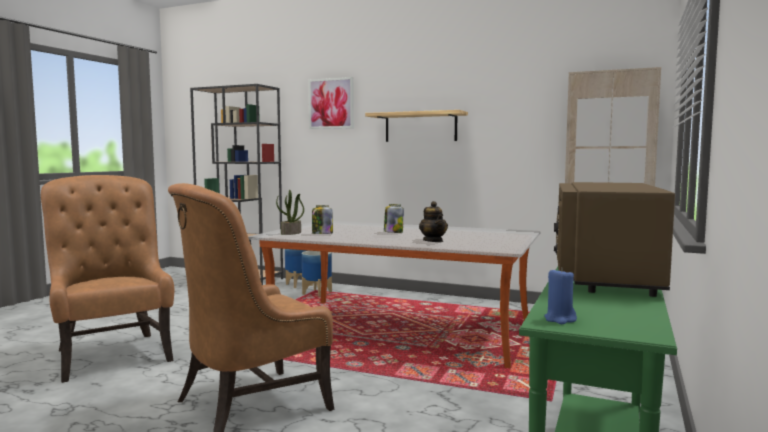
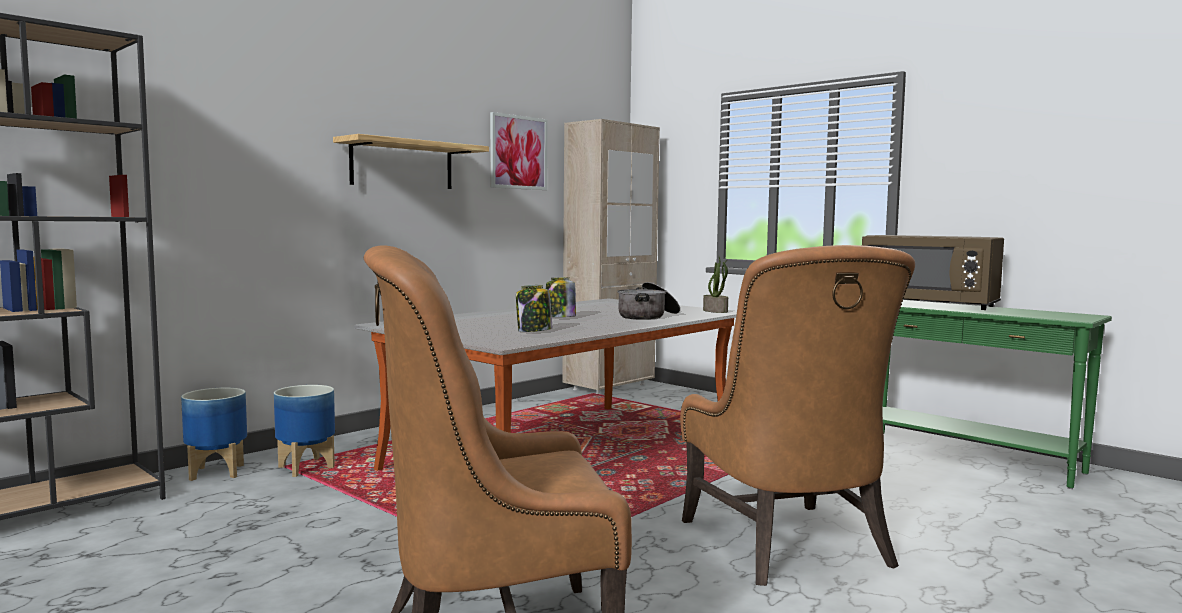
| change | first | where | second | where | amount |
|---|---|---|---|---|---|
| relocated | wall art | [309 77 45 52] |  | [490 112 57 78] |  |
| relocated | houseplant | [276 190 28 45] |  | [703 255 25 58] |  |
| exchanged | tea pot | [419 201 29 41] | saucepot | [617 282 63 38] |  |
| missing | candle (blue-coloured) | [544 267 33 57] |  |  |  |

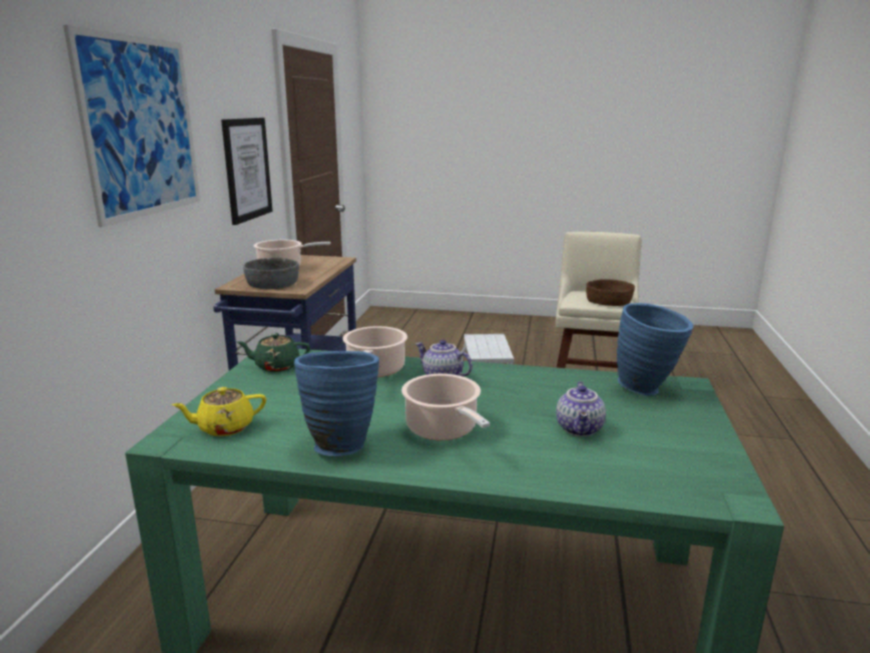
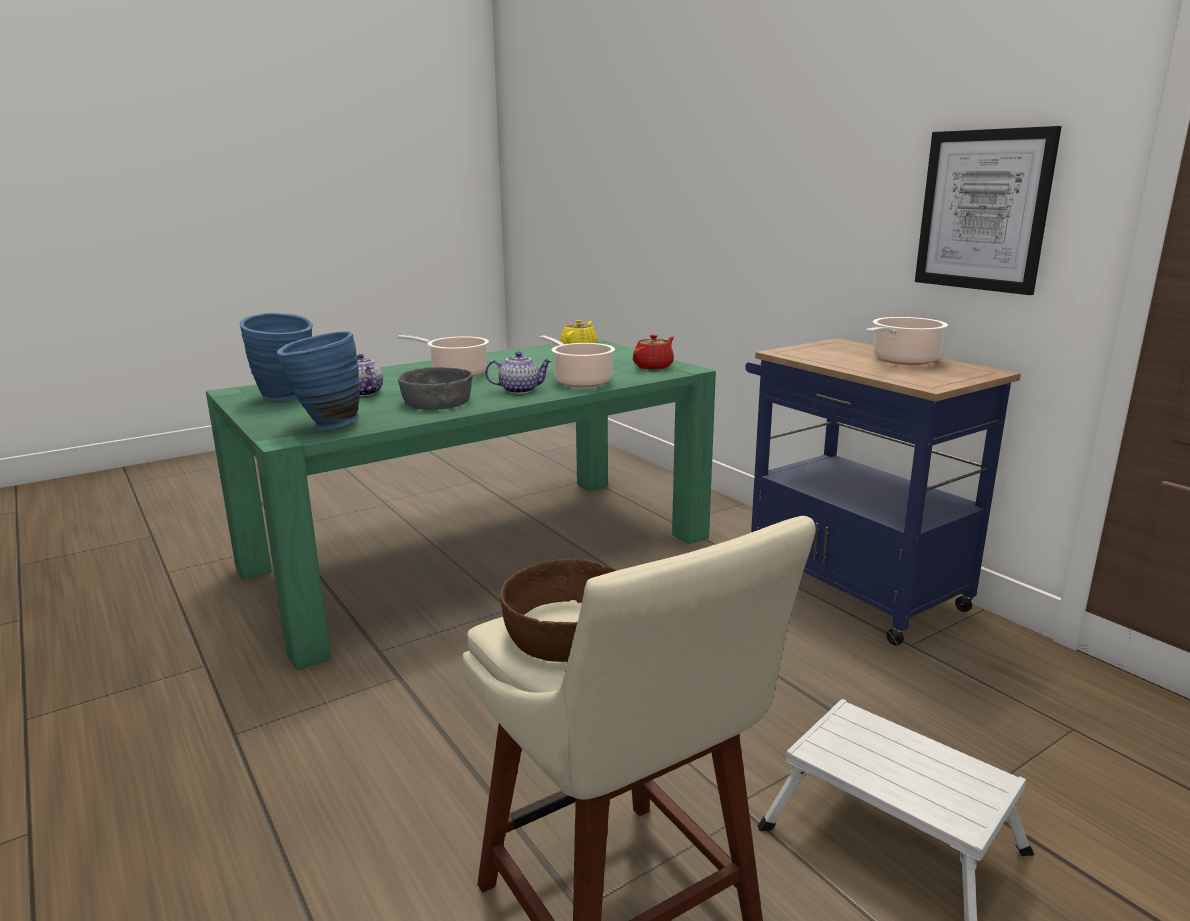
| change | first | where | second | where | amount |
|---|---|---|---|---|---|
| missing | wall art | [63 25 137 202] |  |  |  |
| relocated | serving bowl (grey) | [243 258 56 31] |  | [398 367 74 43] |  |
| colour | tea pot (green) | [237 333 73 39] | tea pot (red) | [633 335 41 35] |  |
| relocated | flower vase (blue-coloured) | [294 351 85 105] |  | [239 313 74 88] |  |

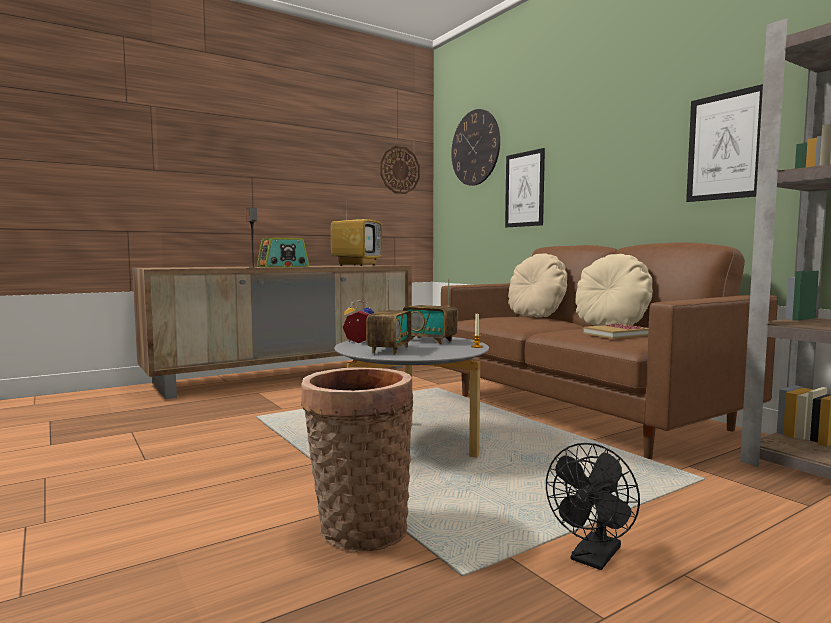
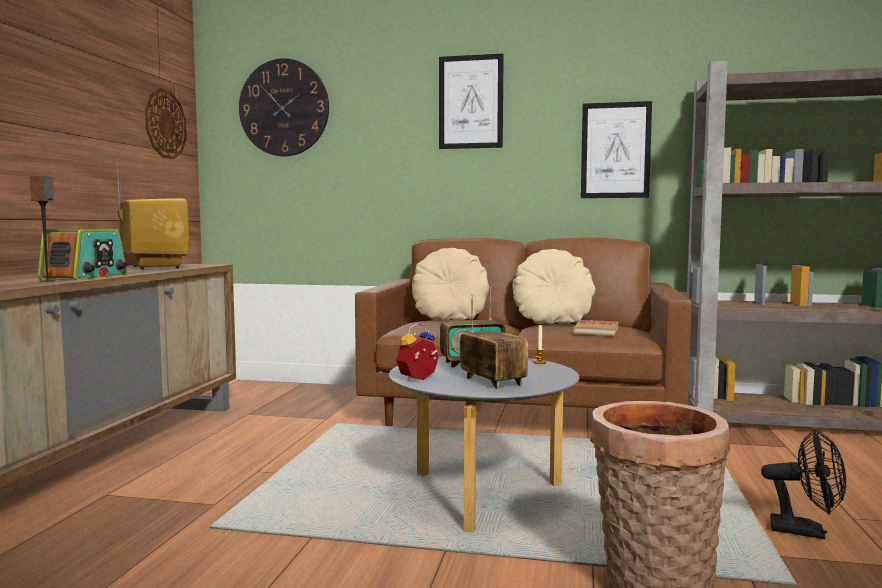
| change | first | where | second | where | amount |
|---|---|---|---|---|---|
| relocated | wall art | [505 148 40 79] |  | [439 54 65 95] |  |
| spun | electric fan (blackish) | [546 443 94 127] |  | [761 429 85 110] | 60 degrees counterclockwise |

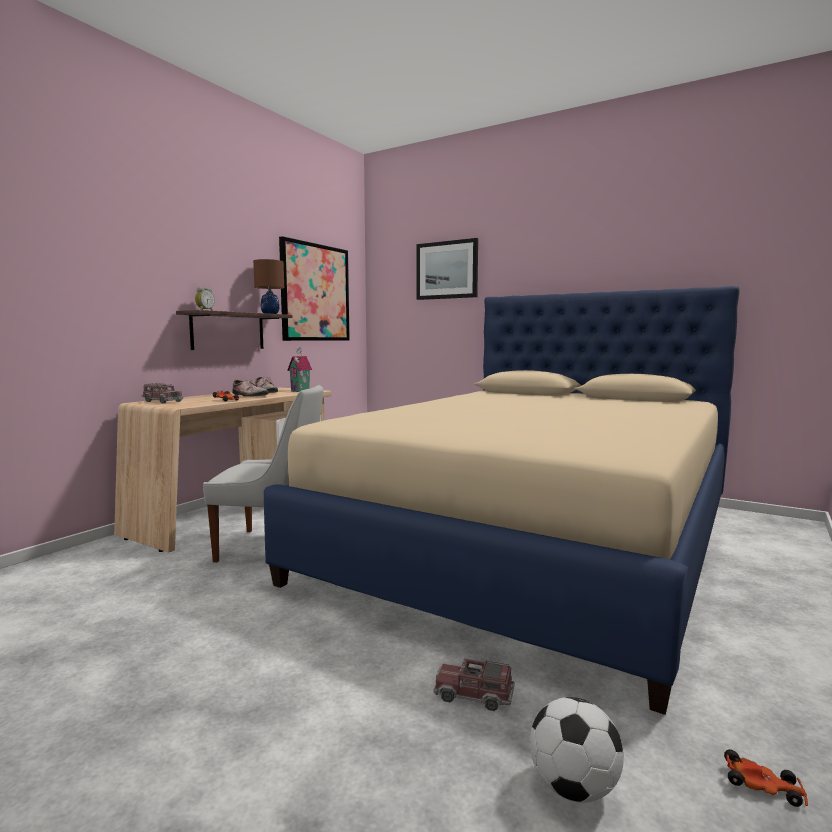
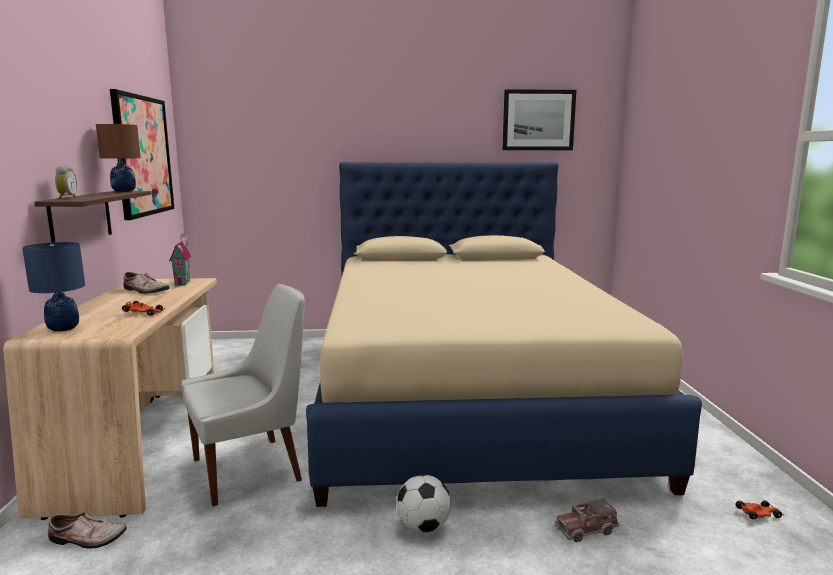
| change | first | where | second | where | amount |
|---|---|---|---|---|---|
| relocated | wall art | [416 238 62 62] |  | [503 89 73 61] |  |
| relocated | shoe | [232 380 37 17] |  | [48 512 79 37] |  |
| exchanged | toy truck | [141 383 42 20] | lamp for a table (blue-coloured) | [22 242 63 89] |  |
| relocated | ball for football | [530 697 94 106] |  | [396 475 55 58] |  |

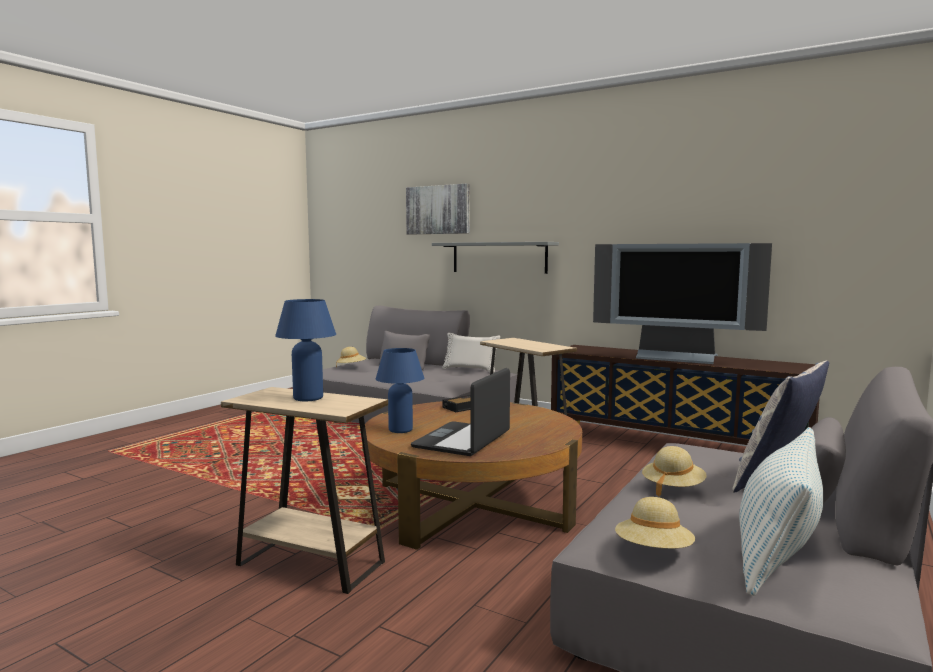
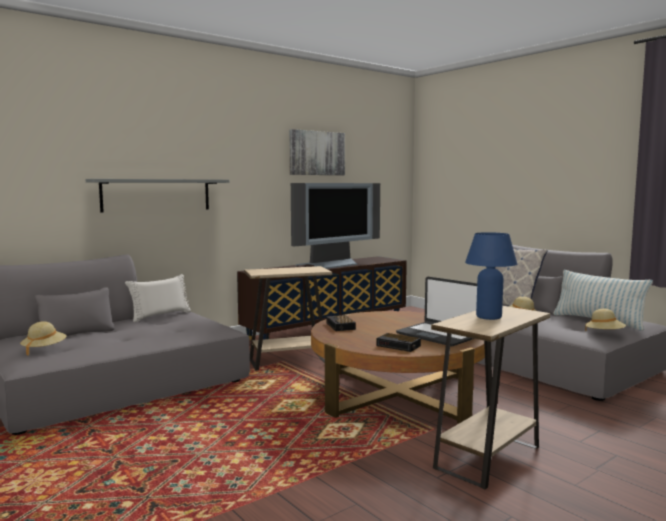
| change | first | where | second | where | amount |
|---|---|---|---|---|---|
| relocated | wall art | [406 184 64 51] |  | [289 129 56 46] |  |
| exchanged | lamp for a table (blue-coloured) | [376 348 48 85] | bedside clock | [376 333 45 19] |  |

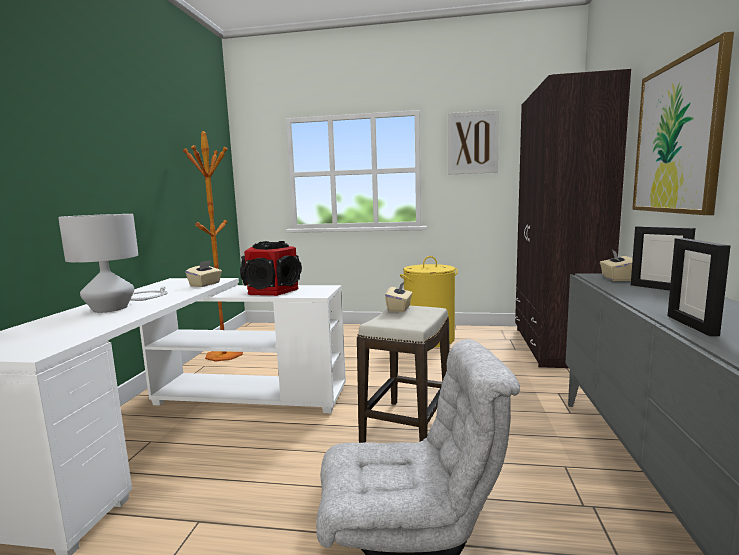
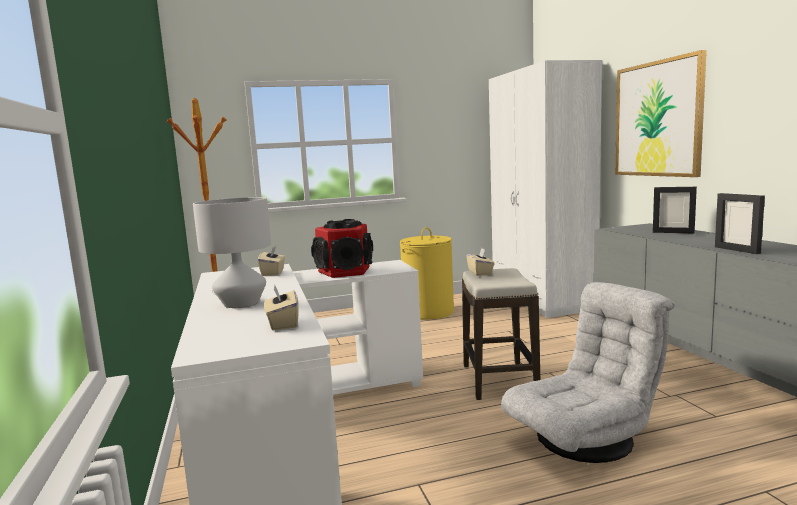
| change | first | where | second | where | amount |
|---|---|---|---|---|---|
| colour | wardrobe (brown) | [515 69 117 299] | wardrobe (whitish) | [489 60 113 258] |  |
| missing | wall art | [448 110 51 65] |  |  |  |
| relocated | tissue holder (beige) | [600 250 33 31] |  | [264 284 35 47] |  |

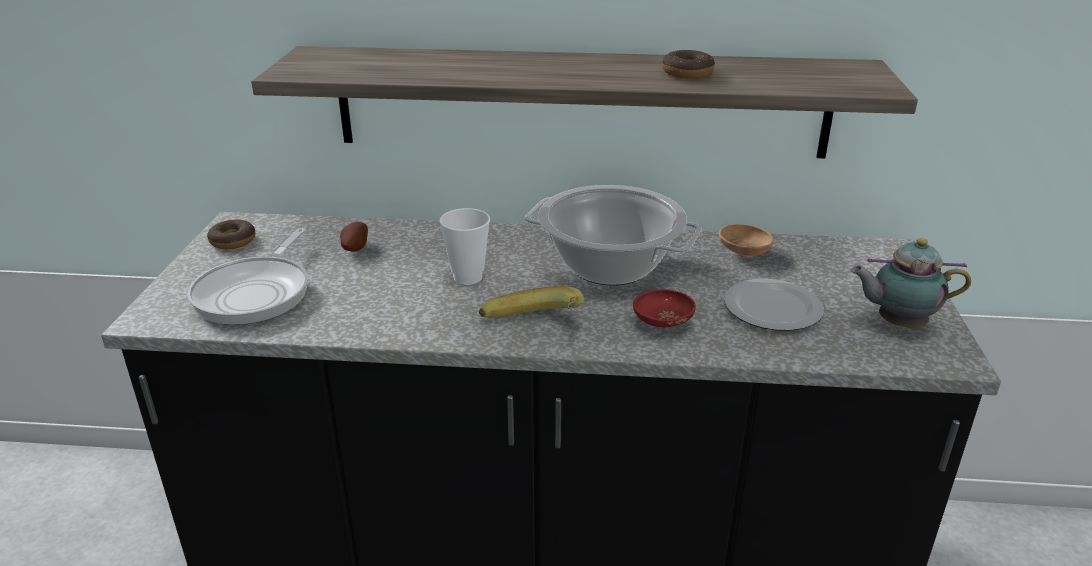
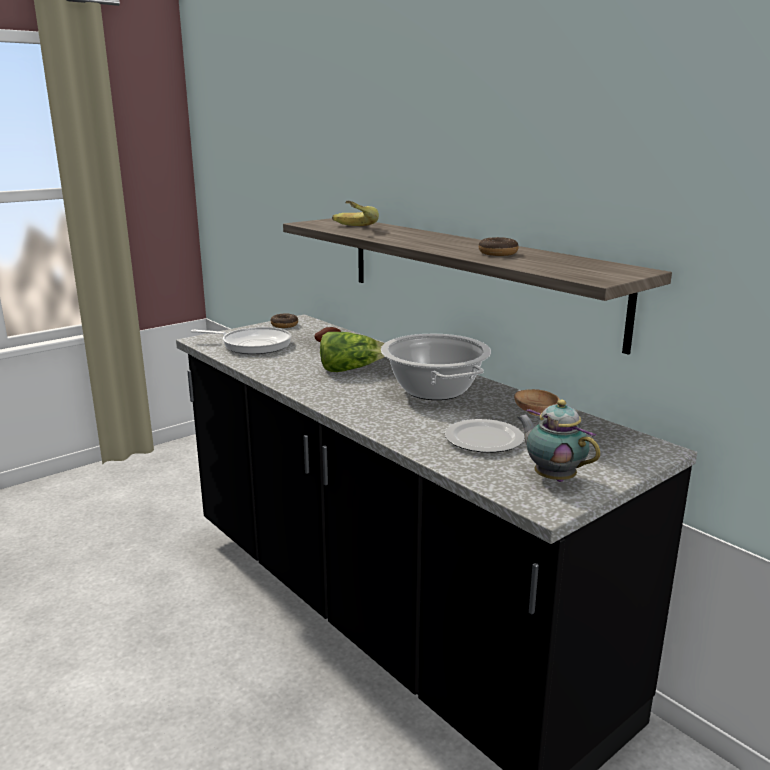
| change | first | where | second | where | amount |
|---|---|---|---|---|---|
| exchanged | small cup | [439 208 51 77] | lettuce | [320 332 65 40] |  |
| spun | pan | [188 228 120 97] |  | [191 327 100 27] | 135 degrees counterclockwise |
| relocated | banana fruit | [479 286 105 31] |  | [332 201 47 25] |  |
| missing | serving bowl (red) | [633 289 63 38] |  |  |  |

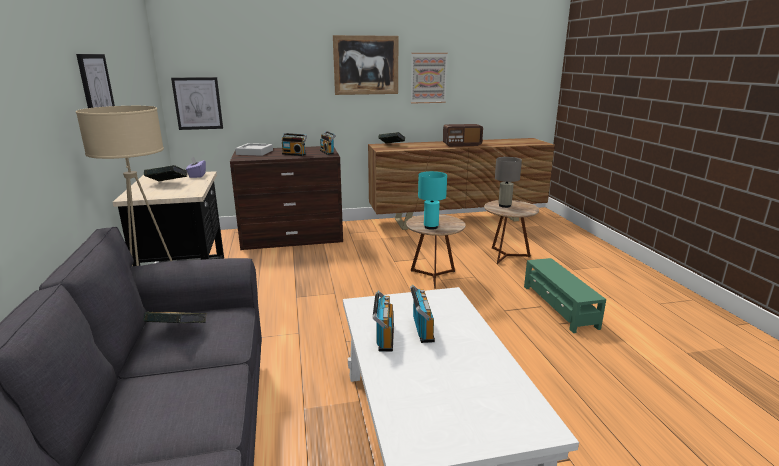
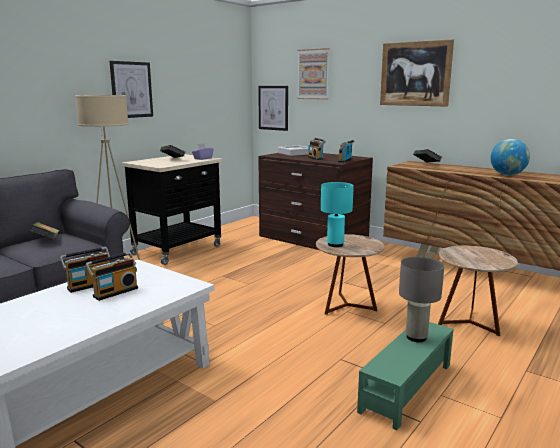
| change | first | where | second | where | amount |
|---|---|---|---|---|---|
| relocated | wall art | [411 53 37 51] |  | [297 48 33 52] |  |
| exchanged | radio set | [443 124 40 23] | world globe | [490 139 40 36] |  |
| relocated | lamp for a table (grey) | [495 157 27 51] |  | [399 257 45 85] |  |

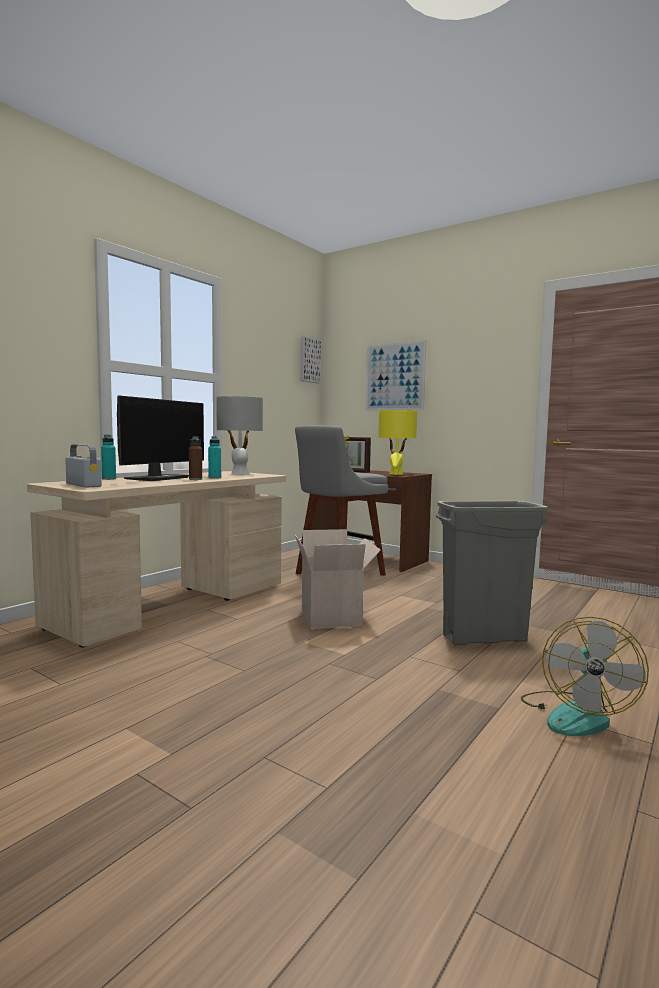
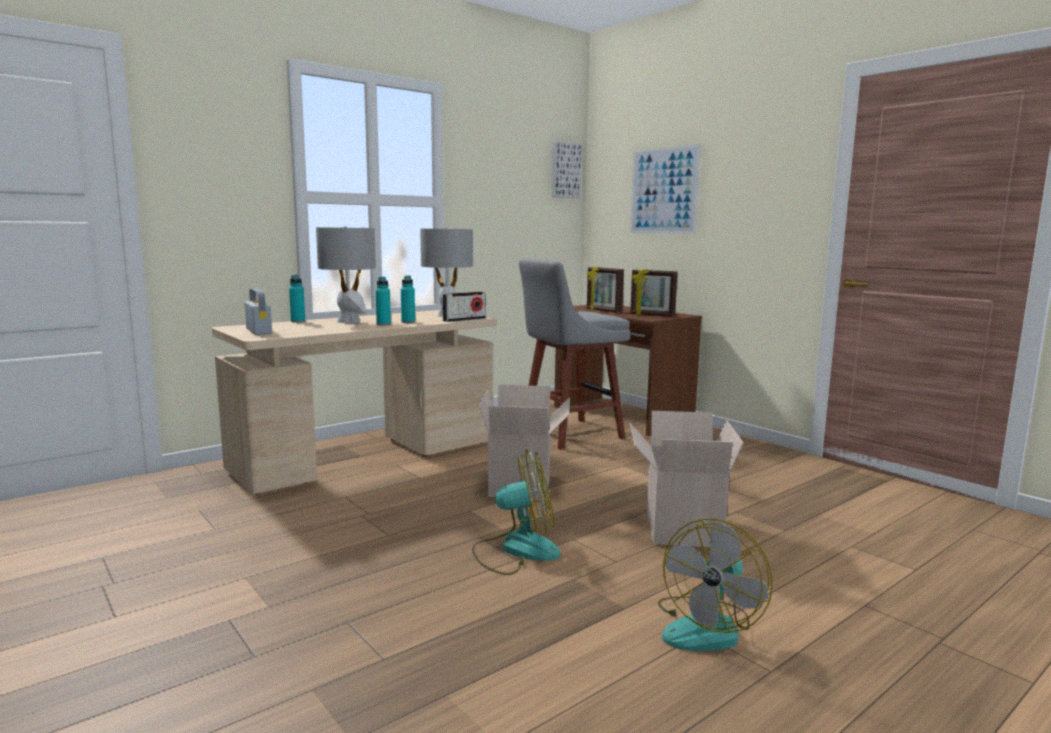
| change | first | where | second | where | amount |
|---|---|---|---|---|---|
| exchanged | computer screen | [117 395 87 86] | lamp for a table (grey) | [316 227 60 96] |  |
| exchanged | lamp for a table (yellowish) | [378 410 39 65] | picture frame | [630 269 47 48] |  |
| colour | beverage bottle (brown) | [189 436 13 44] | beverage bottle (turquoise) | [376 277 15 48] |  |
| exchanged | rubbish bin (grey) | [436 501 112 144] | carton | [630 411 114 136] |  |
| appeared |  |  | radio set | [442 292 44 30] |  |
| appeared |  |  | electric fan | [472 450 89 125] |  |

